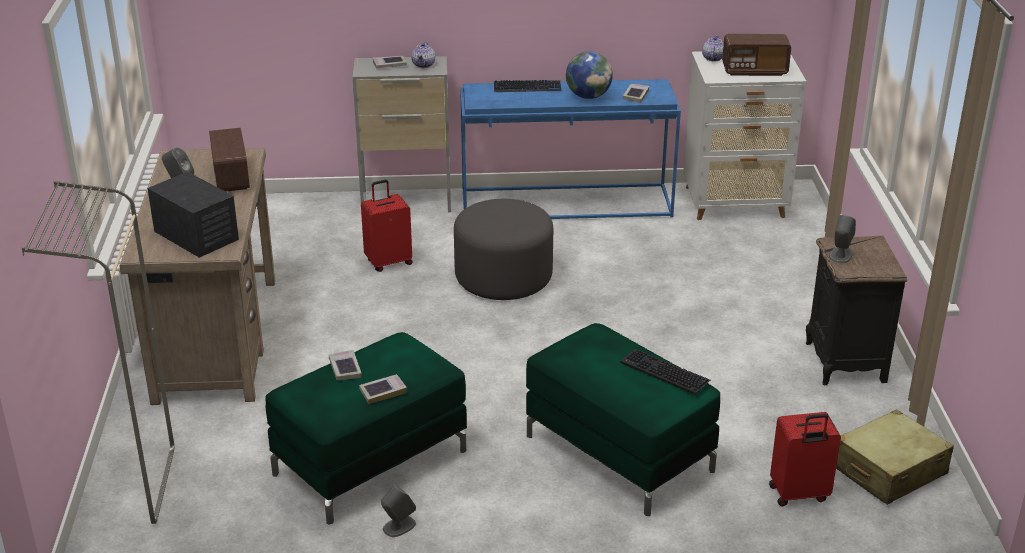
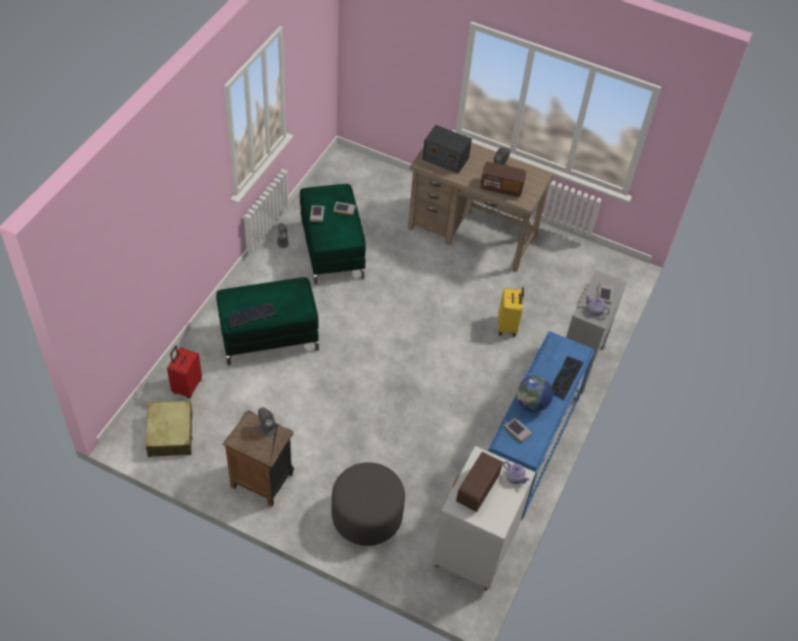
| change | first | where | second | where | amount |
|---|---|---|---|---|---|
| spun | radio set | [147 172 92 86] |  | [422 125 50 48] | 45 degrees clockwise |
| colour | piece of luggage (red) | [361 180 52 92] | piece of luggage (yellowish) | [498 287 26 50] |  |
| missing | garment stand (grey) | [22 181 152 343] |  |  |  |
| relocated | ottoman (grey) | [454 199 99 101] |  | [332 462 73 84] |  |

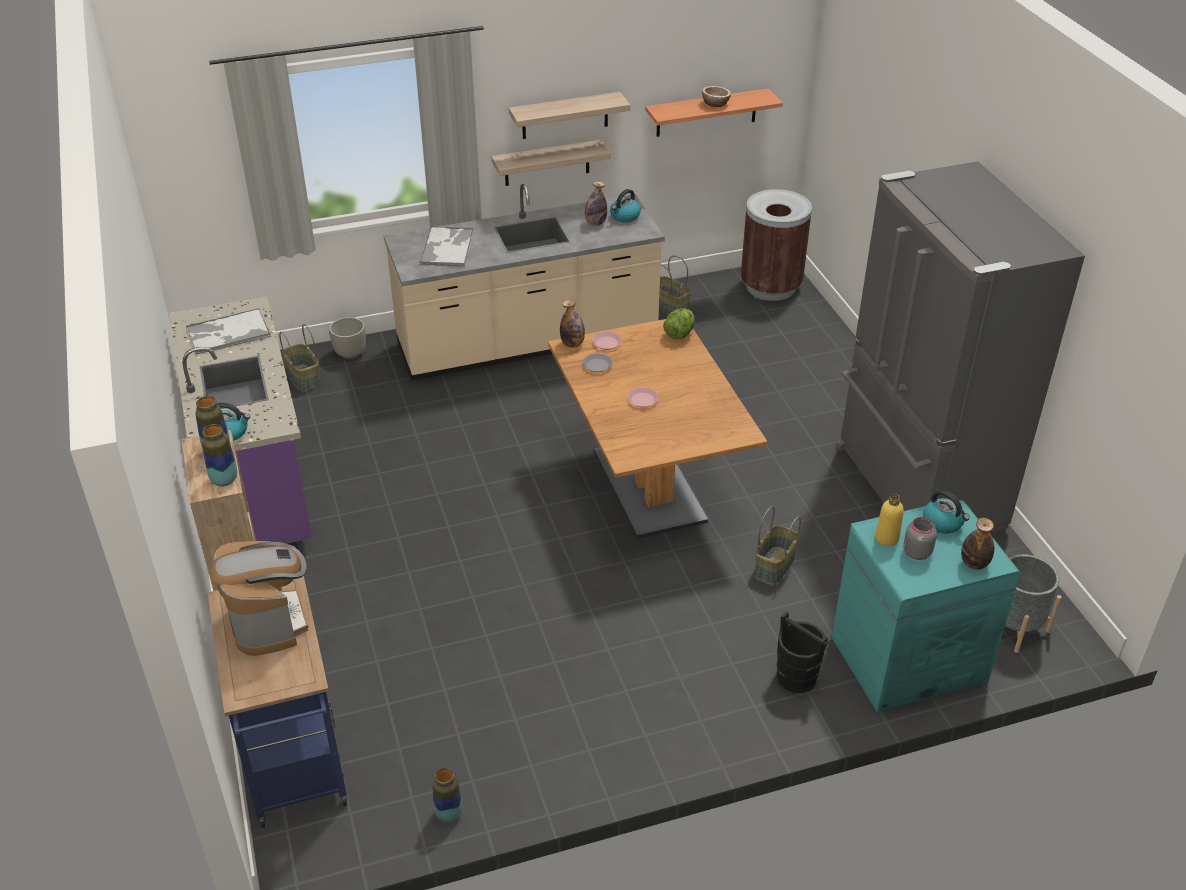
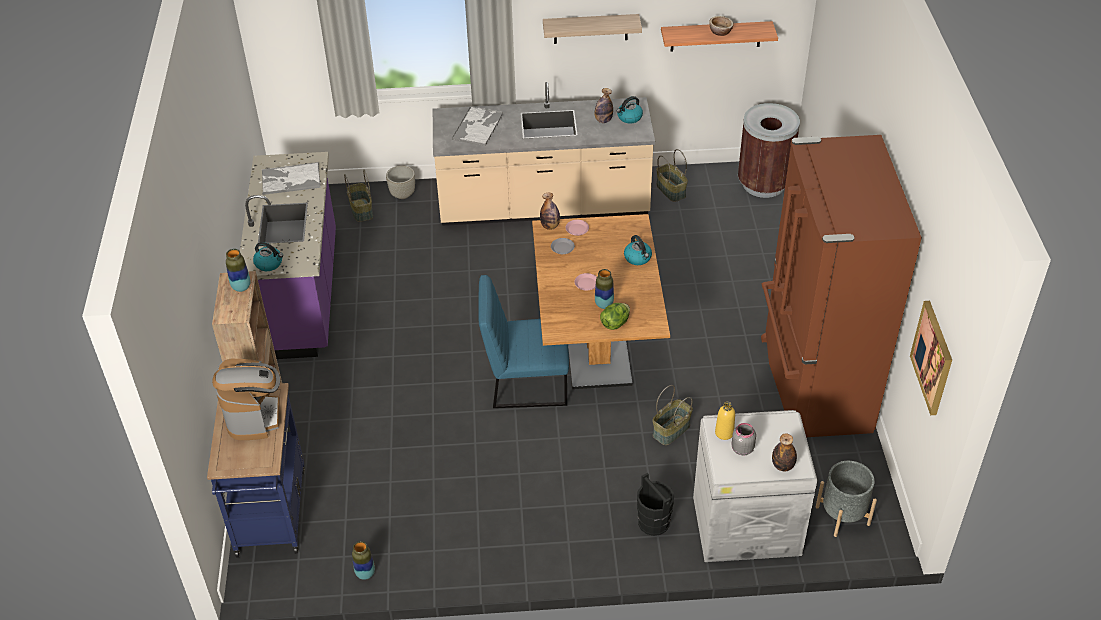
| change | first | where | second | where | amount |
|---|---|---|---|---|---|
| missing | wall shelf | [491 140 120 46] |  |  |  |
| colour | fridge (grey) | [836 161 249 372] | fridge (brown) | [761 135 161 302] |  |
| relocated | lettuce | [663 308 32 32] |  | [600 303 30 27] |  |
| relocated | flower vase | [202 424 35 62] |  | [595 269 19 40] |  |
| relocated | kettle | [923 490 47 44] |  | [624 235 28 30] |  |
| colour | washing machine (turquoise) | [832 500 189 213] | washing machine (whitish) | [693 410 124 152] |  |
| appeared |  |  | upright chair (blue-coloured) | [478 275 91 133] |  |
| appeared |  |  | wall art | [910 301 42 114] |  |

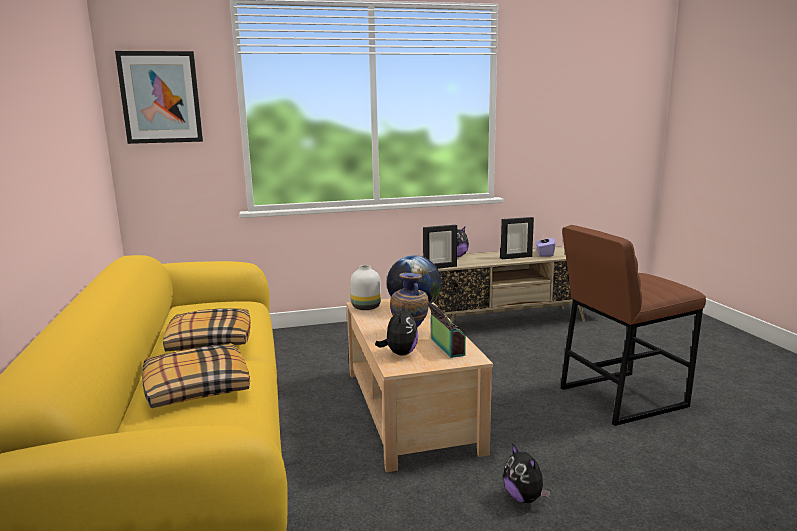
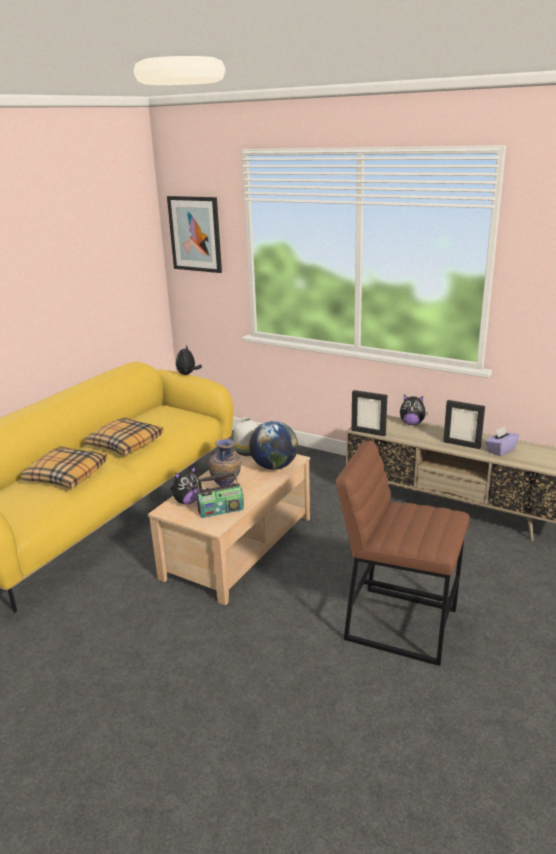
| change | first | where | second | where | amount |
|---|---|---|---|---|---|
| spun | radio set | [427 302 39 56] |  | [196 472 48 46] | 45 degrees clockwise |
| relocated | soft toy | [503 443 47 60] |  | [176 345 26 30] |  |

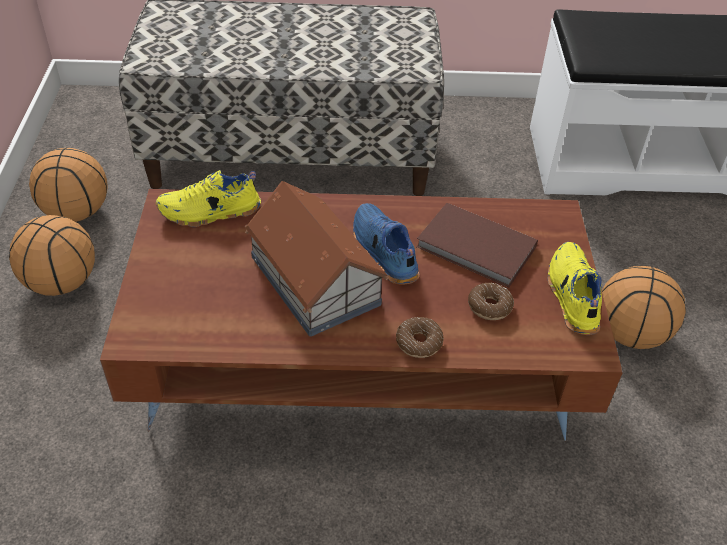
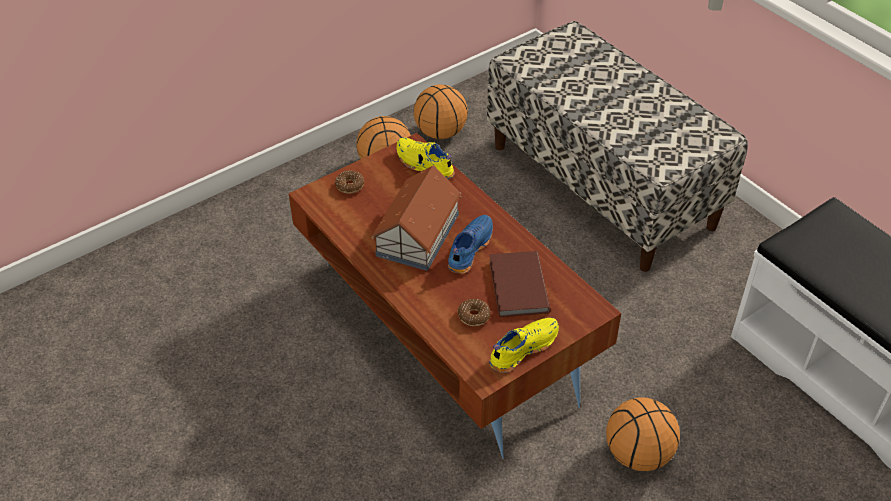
| change | first | where | second | where | amount |
|---|---|---|---|---|---|
| relocated | ring doughnut | [396 317 48 41] |  | [335 170 29 24] |  |

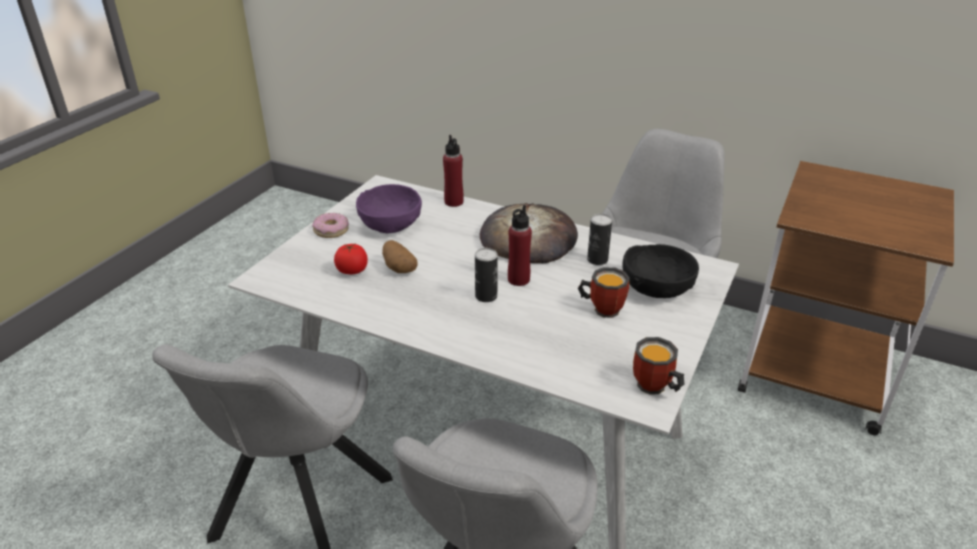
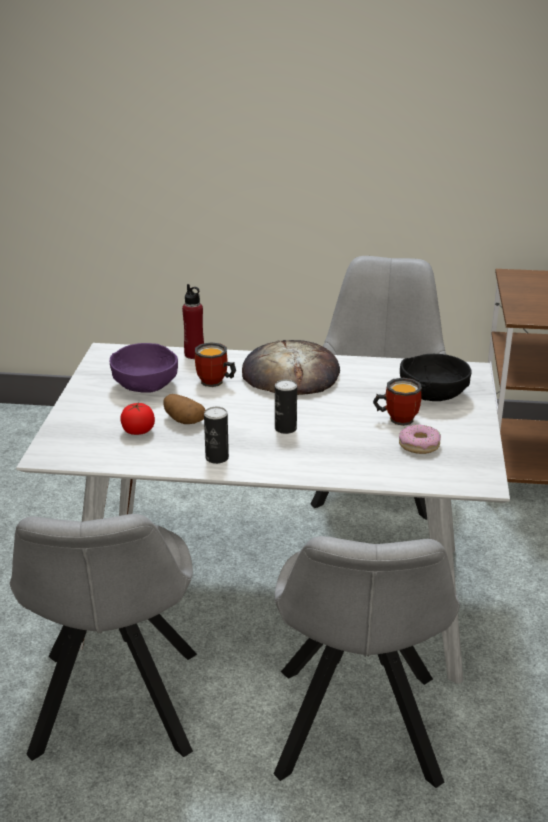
| change | first | where | second | where | amount |
|---|---|---|---|---|---|
| missing | beverage bottle (red) | [508 205 24 81] |  |  |  |
| relocated | ring doughnut | [312 213 37 25] |  | [399 424 42 30] |  |
| relocated | sealed can | [587 214 25 51] |  | [204 407 25 57] |  |
| relocated | coffee mug | [633 337 52 58] |  | [195 342 41 45] |  |

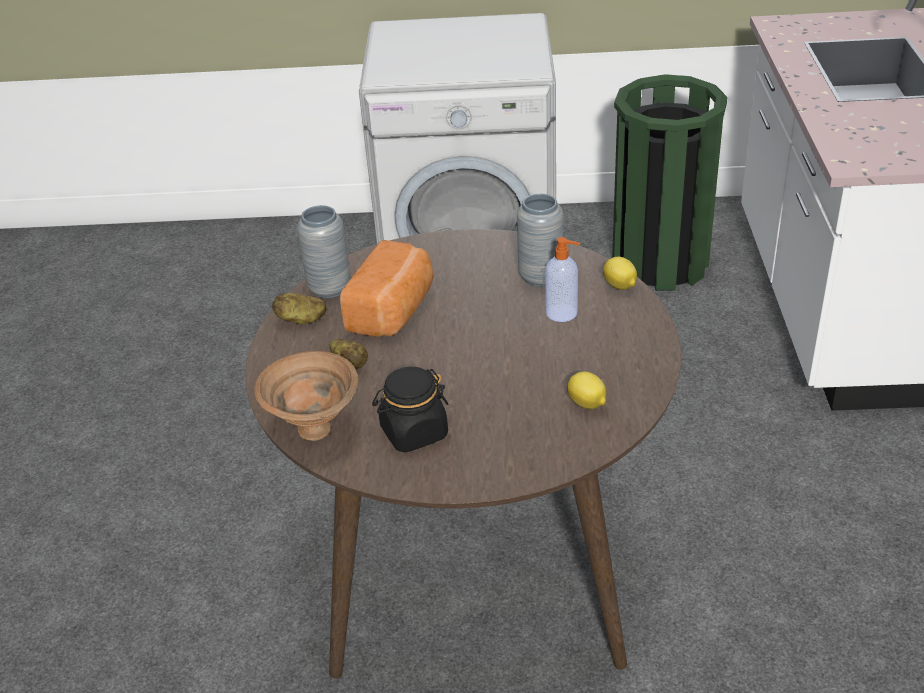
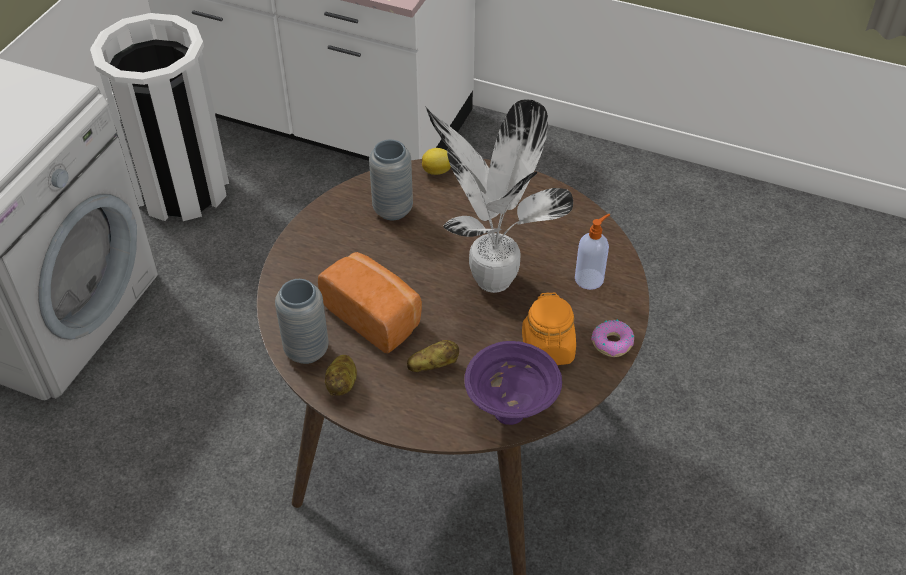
| change | first | where | second | where | amount |
|---|---|---|---|---|---|
| colour | rubbish bin (green) | [612 74 115 217] | rubbish bin (whitish) | [90 13 139 208] |  |
| relocated | soap dispenser | [545 237 36 85] |  | [575 214 35 76] |  |
| colour | serving bowl (brown) | [254 351 104 90] | serving bowl (purple-coloured) | [464 341 98 84] |  |
| colour | storage jar (blackish) | [372 366 77 87] | storage jar (orange) | [522 292 54 73] |  |
| missing | citrus fruit | [567 371 39 38] |  |  |  |
| appeared |  |  | houseplant | [425 99 148 194] |  |
| appeared |  |  | ring doughnut | [591 319 43 38] |  |

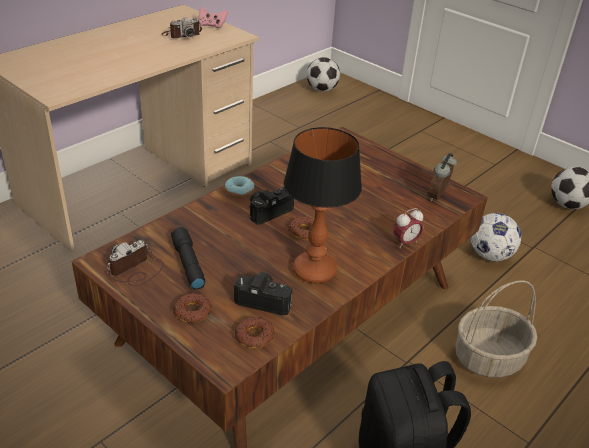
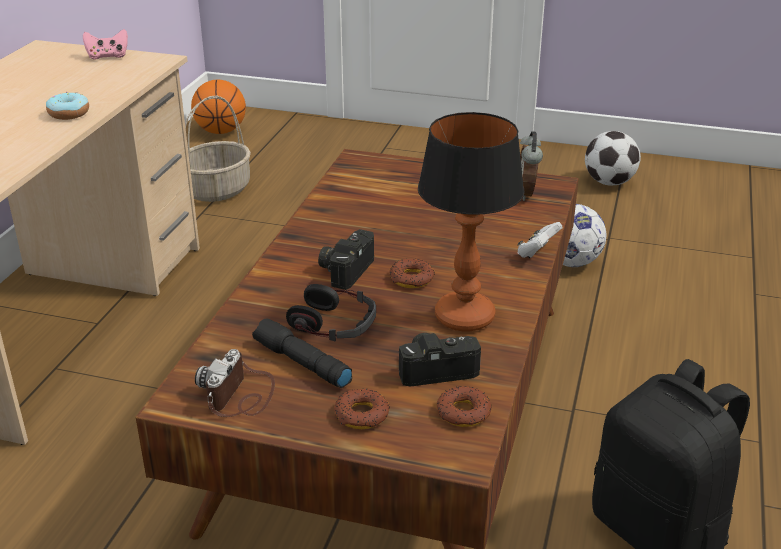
| change | first | where | second | where | amount |
|---|---|---|---|---|---|
| missing | photo camera | [162 17 40 21] |  |  |  |
| exchanged | ball for football | [307 57 33 35] | basketball | [191 80 55 54] |  |
| relocated | ring doughnut | [225 176 30 23] |  | [46 93 43 27] |  |
| exchanged | bedside clock | [393 208 30 40] | gamepad (whitish) | [517 222 45 36] |  |
| relocated | storage basket | [455 280 82 98] |  | [185 96 66 106] |  |
| appeared |  |  | pair of headphones | [286 284 90 58] |  |

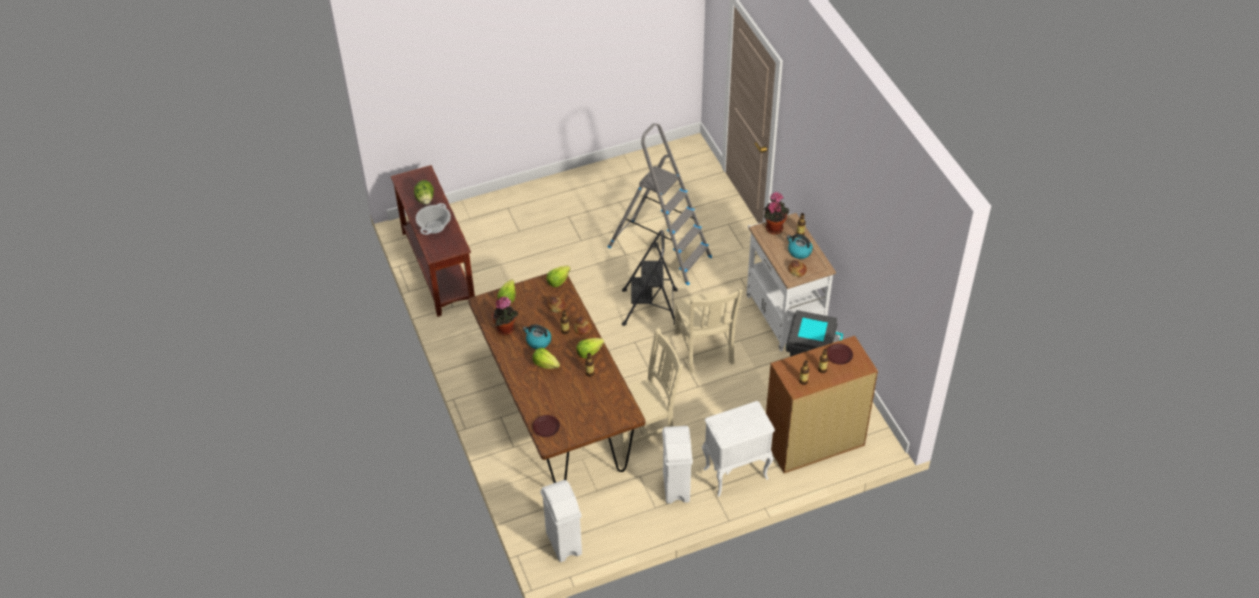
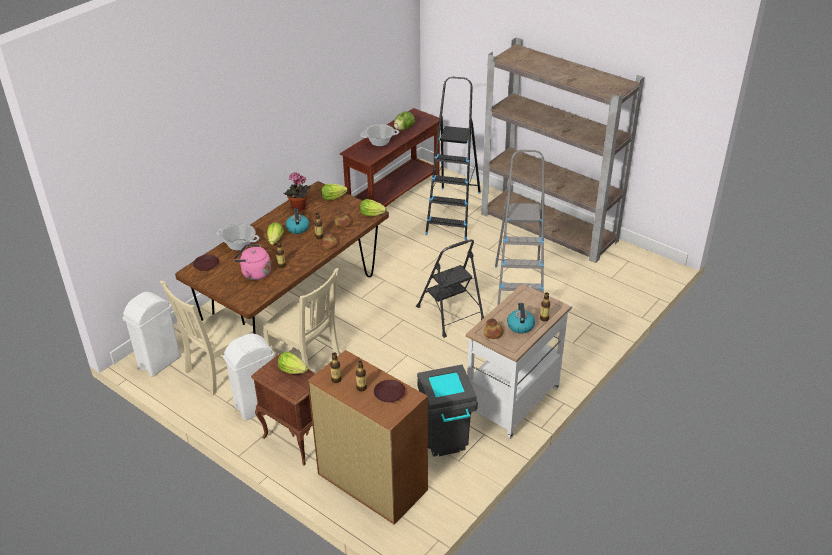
| change | first | where | second | where | amount |
|---|---|---|---|---|---|
| missing | houseplant | [764 192 25 42] |  |  |  |
| relocated | upright chair (beige) | [674 289 69 84] |  | [160 281 93 114] |  |
| relocated | lettuce | [576 338 28 20] |  | [278 352 30 22] |  |
| colour | bedside table (whitish) | [702 401 73 96] | bedside table (brown) | [251 354 65 112] |  |
| appeared |  |  | shelving unit (brown) | [481 37 163 226] |  |
| appeared |  |  | step ladder (blackish) | [425 77 56 163] |  |
| appeared |  |  | saucepot | [216 223 43 27] |  |
| appeared |  |  | kettle (pinkish) | [234 244 37 36] |  |

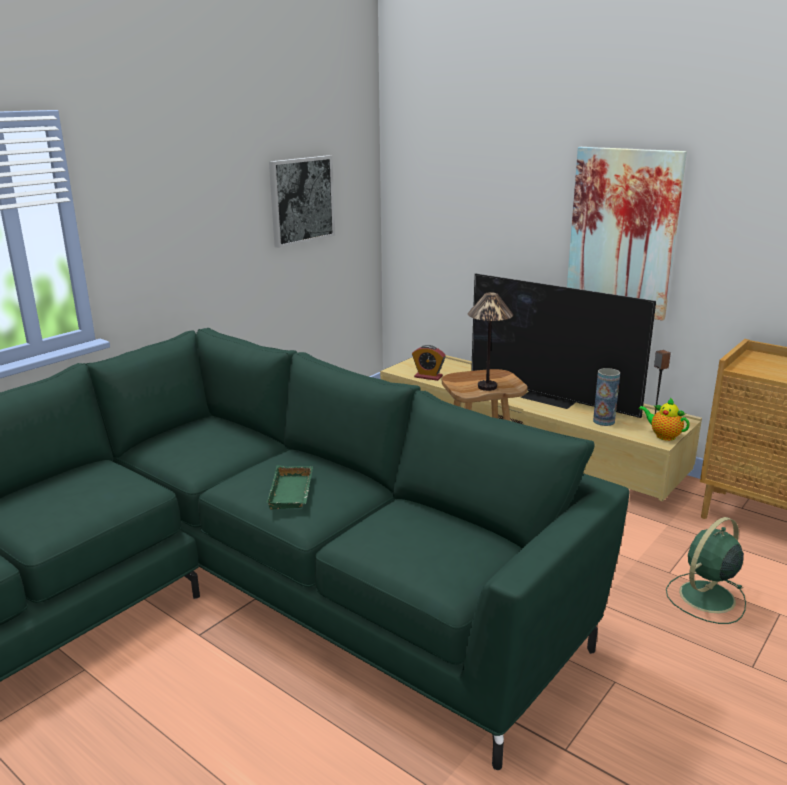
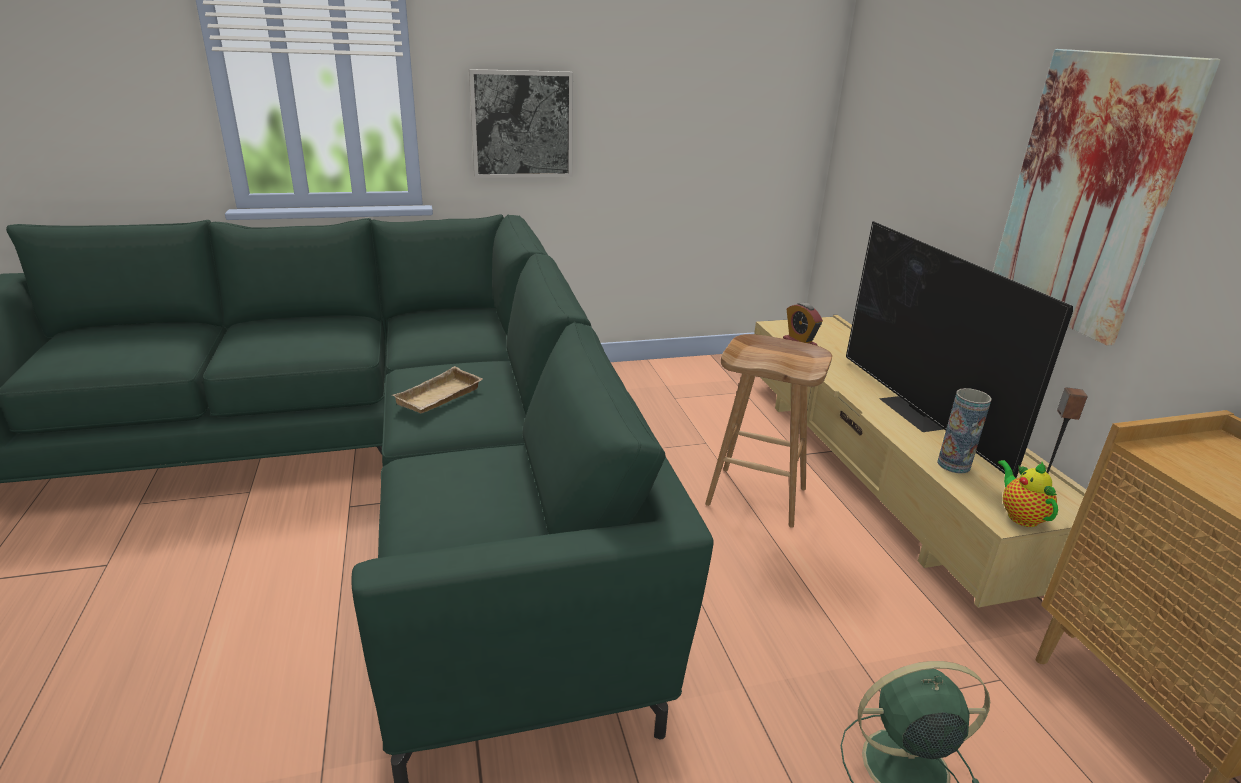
| change | first | where | second | where | amount |
|---|---|---|---|---|---|
| relocated | wall art | [269 155 66 93] |  | [469 69 104 109] |  |
| missing | lamp for a table | [468 292 45 99] |  |  |  |
| colour | serving tray (green) | [266 465 47 45] | serving tray (beige) | [392 366 91 47] |  |

